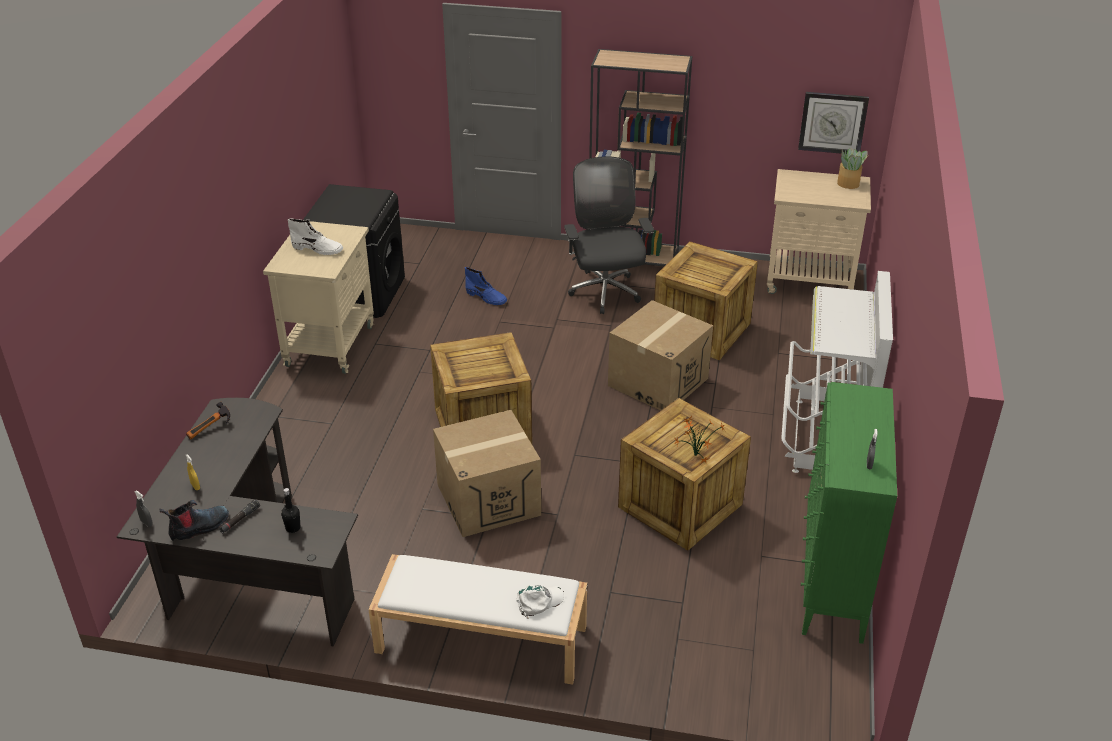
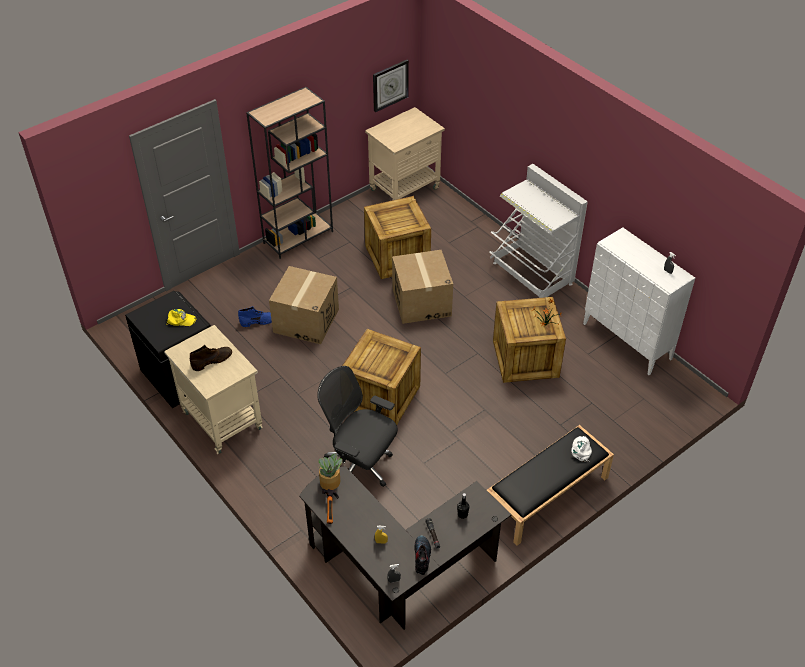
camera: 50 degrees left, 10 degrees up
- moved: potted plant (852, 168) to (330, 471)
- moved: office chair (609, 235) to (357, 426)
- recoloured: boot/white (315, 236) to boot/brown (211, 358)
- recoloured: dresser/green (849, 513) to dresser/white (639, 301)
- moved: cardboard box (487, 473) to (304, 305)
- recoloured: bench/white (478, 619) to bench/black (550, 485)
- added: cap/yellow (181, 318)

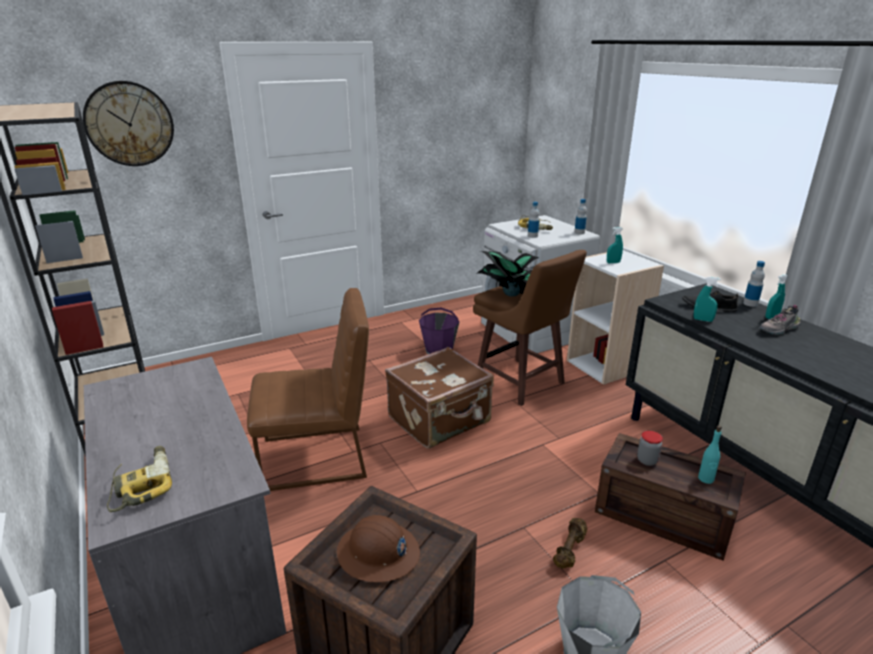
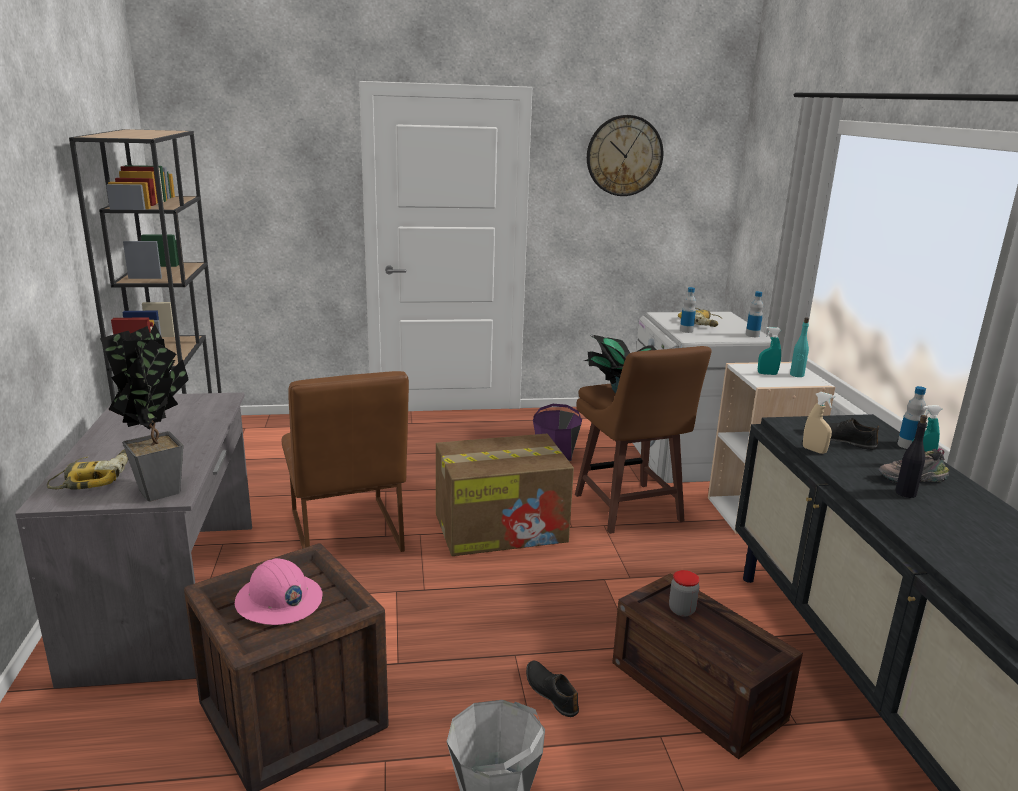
camera: 20 degrees right, 5 degrees down
- moved: wall clock (128, 123) to (625, 155)
- recoloured: spray bottle/turquoise (707, 299) to spray bottle/beige (819, 423)
- turned: chair/brown (308, 389) = (345, 461) 60 degrees clockwise
- replaced: suitcase/brown (439, 397) to cardboard box (505, 495)
- moved: bottle/turquoise (710, 454) to (799, 347)
- recoloured: hard hat/brown (378, 548) to hard hat/pink (279, 591)
- replaced: dumbbell/brown (570, 543) to shoe/black (552, 689)
- added: potted plant (144, 412)
- added: bottle/black (911, 456)

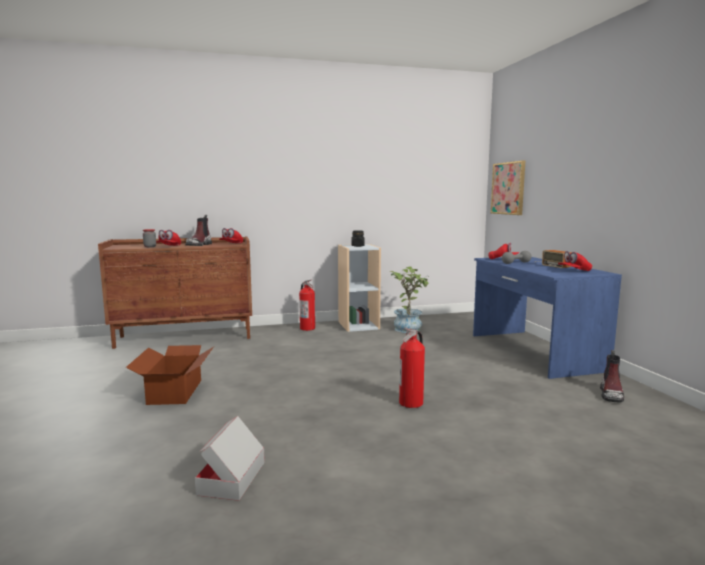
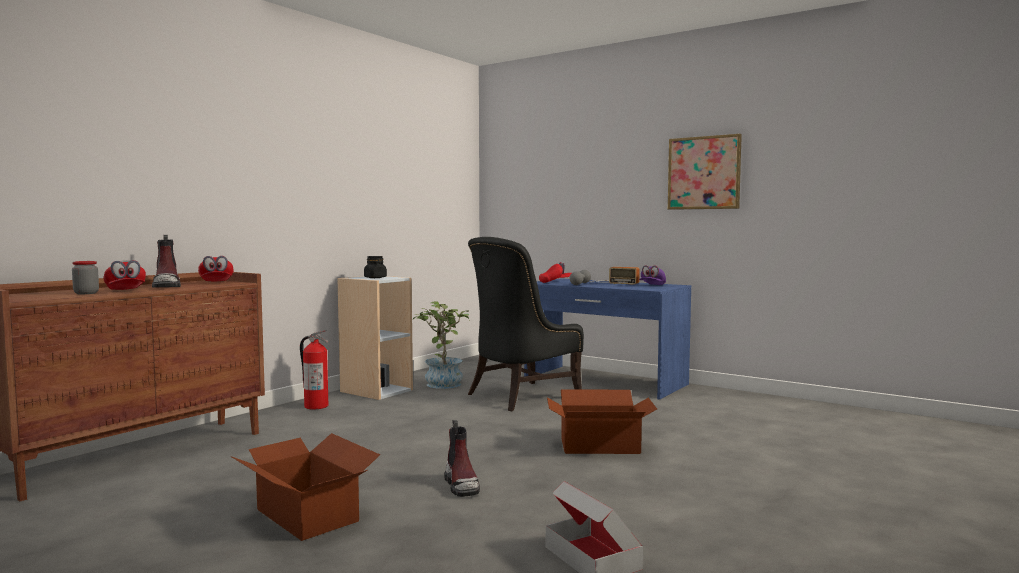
camera: 40 degrees left, 5 degrees down
- moved: picture (508, 187) to (705, 172)
- recoloured: cap/red (575, 261) to cap/purple (652, 275)
- replaced: fire extinguisher (412, 368) to cardboard box (602, 422)
- moved: boot (612, 376) to (462, 458)
- added: chair/black (526, 324)

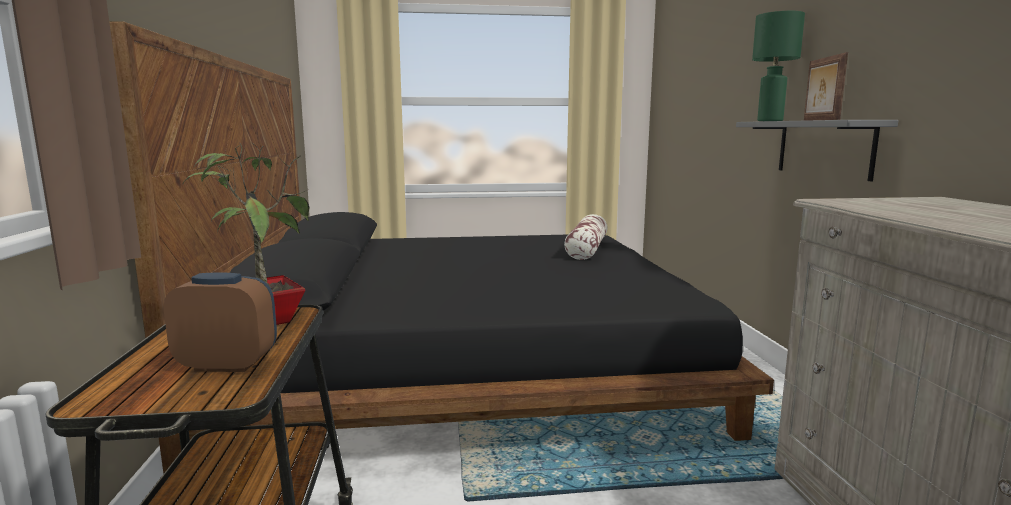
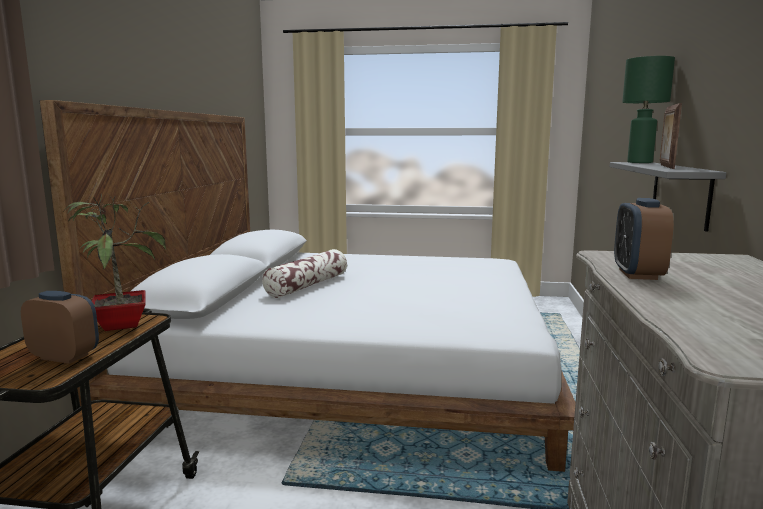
camera: 15 degrees right, 0 degrees up
- recoloured: bed/black (441, 247) to bed/white (308, 286)
- moved: pillow (586, 237) to (304, 273)
- added: alarm clock (644, 239)

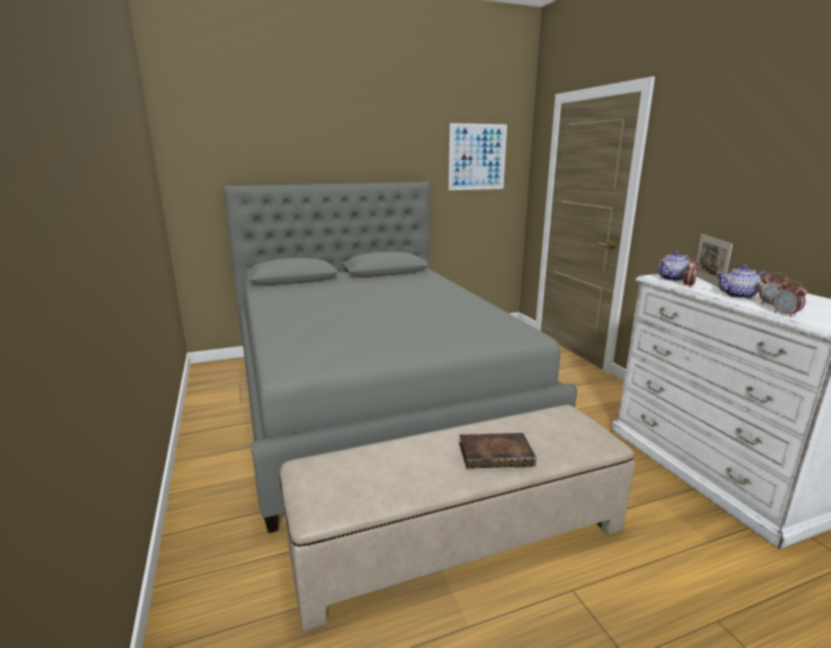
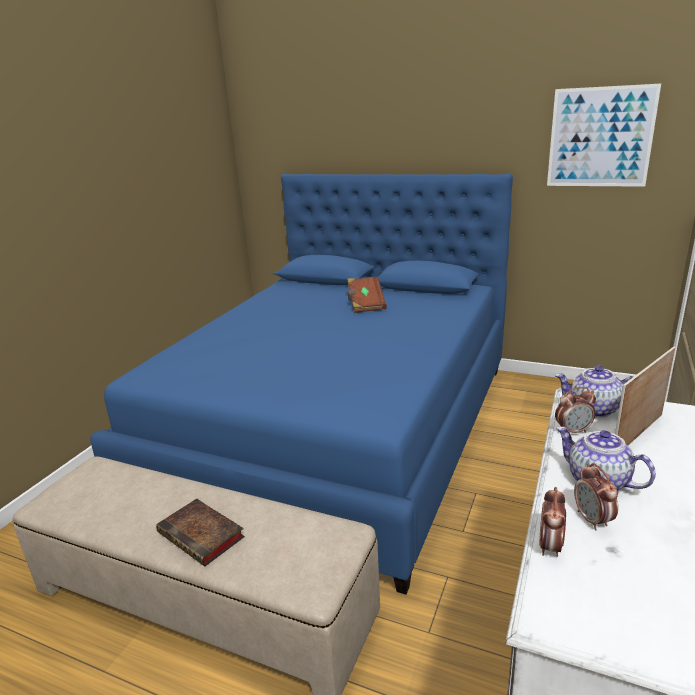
camera: 45 degrees right, 5 degrees up
- recoloured: bed/grey (400, 357) to bed/blue (301, 384)
- added: book/brown (367, 295)

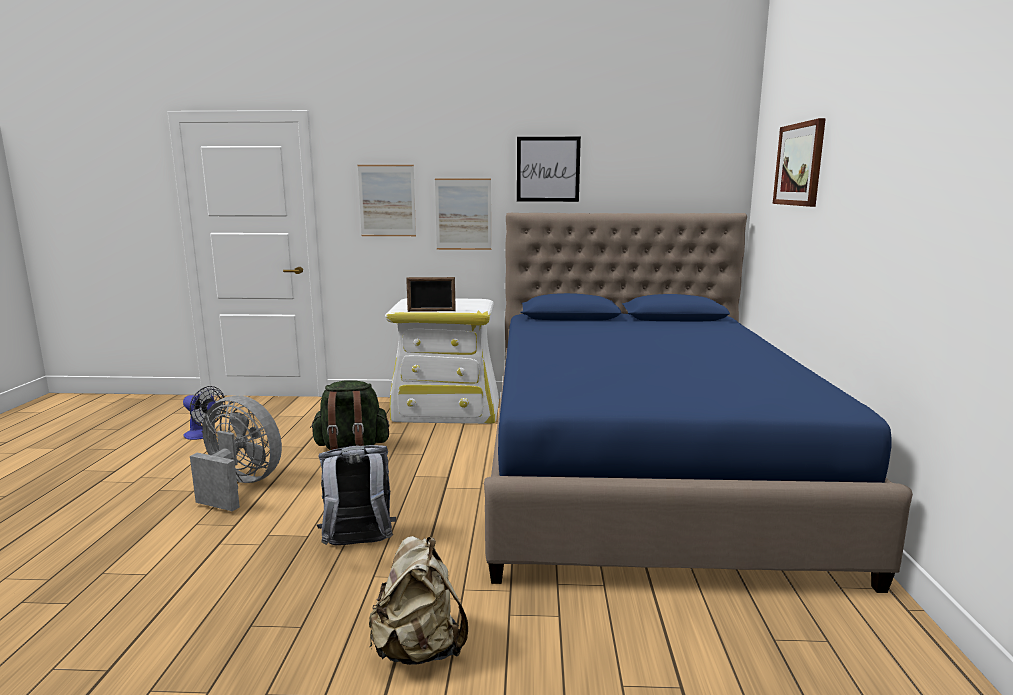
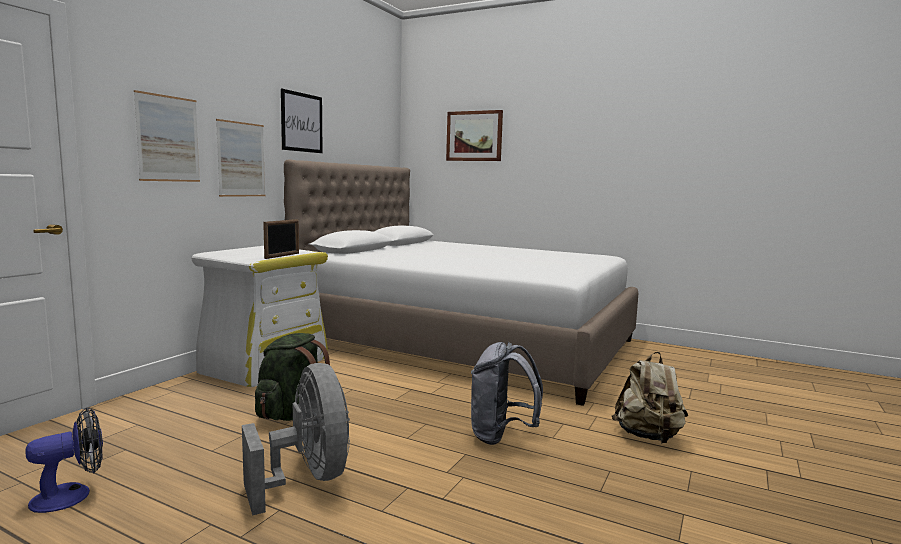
camera: 65 degrees left, 5 degrees down
- recoloured: bed/blue (698, 403) to bed/white (461, 283)
- turned: fan/grey (236, 454) = (296, 439) 105 degrees clockwise

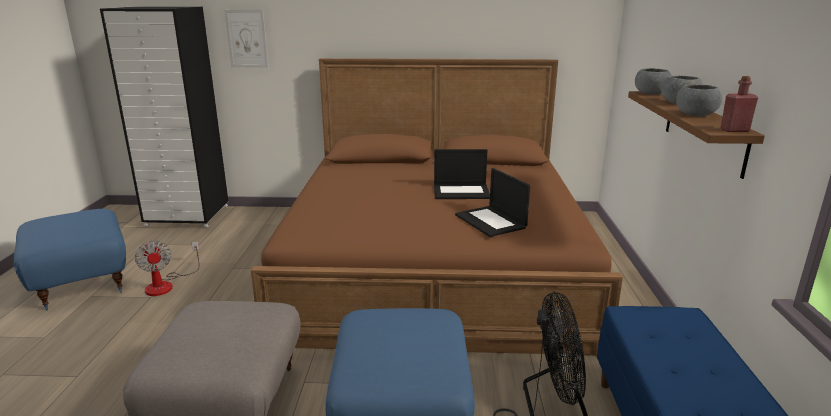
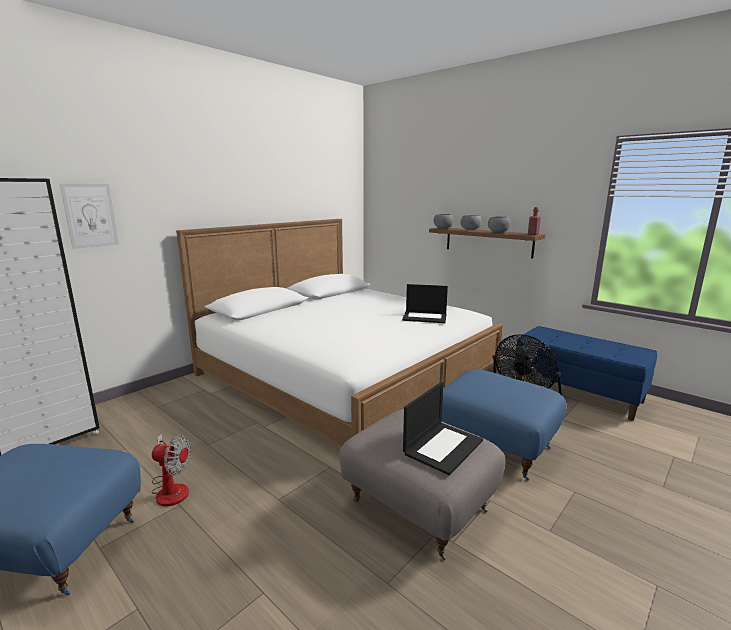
camera: 50 degrees left, 5 degrees down
- recoloured: bed/brown (437, 207) to bed/white (339, 333)
- moved: laptop (462, 174) to (443, 428)

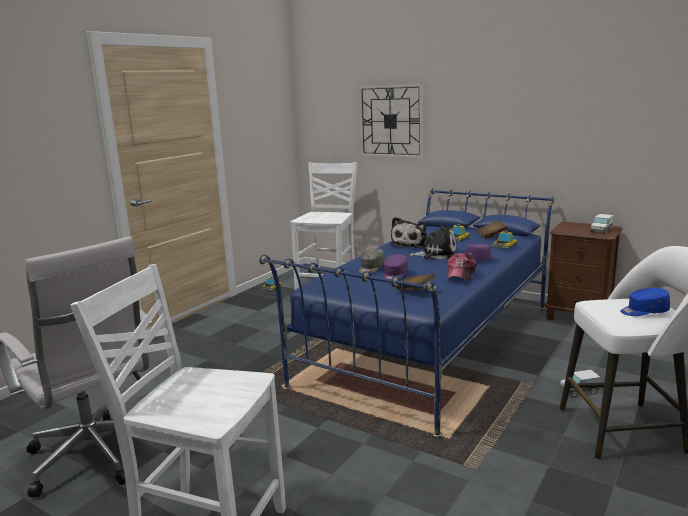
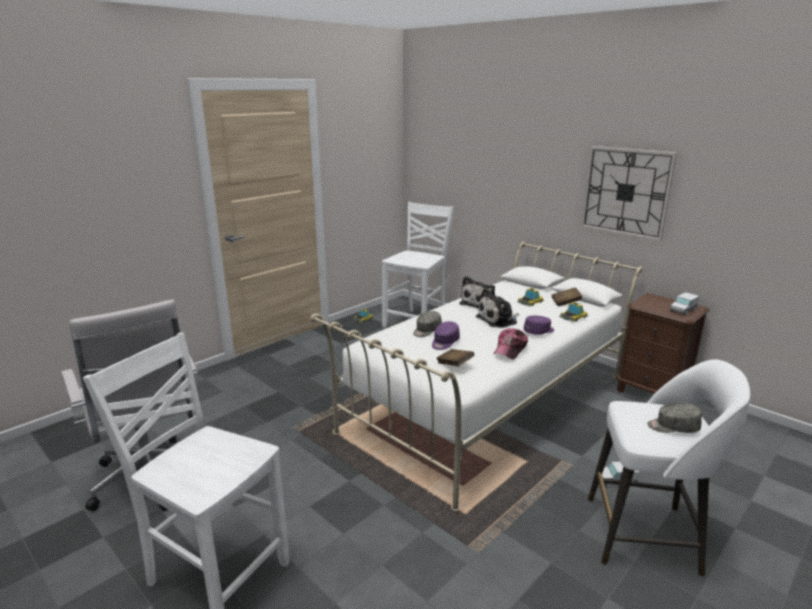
camera: 10 degrees right, 5 degrees up
- moved: wall clock (391, 121) to (629, 194)
- recoloured: bed/blue (407, 312) to bed/white (476, 376)
- turned: plush toy (432, 242) = (497, 308) 135 degrees clockwise
- recoloured: cap/blue (645, 302) to cap/grey (674, 418)

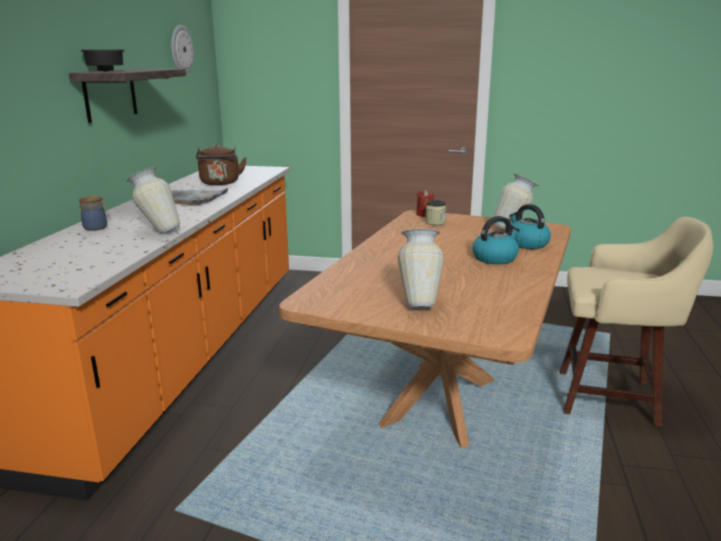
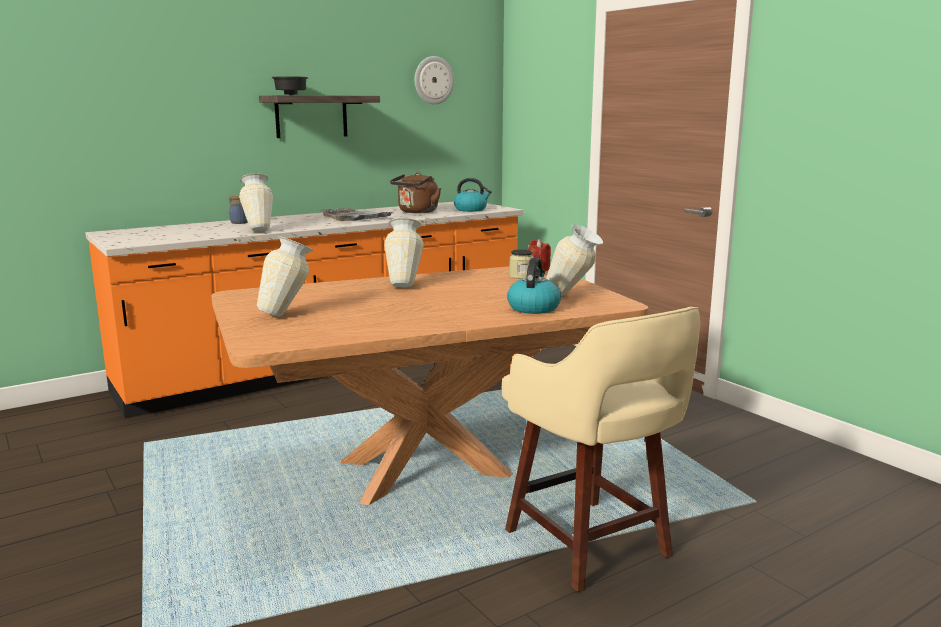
camera: 45 degrees right, 5 degrees down
- moved: kettle (496, 240) to (473, 195)
- added: vase (404, 253)

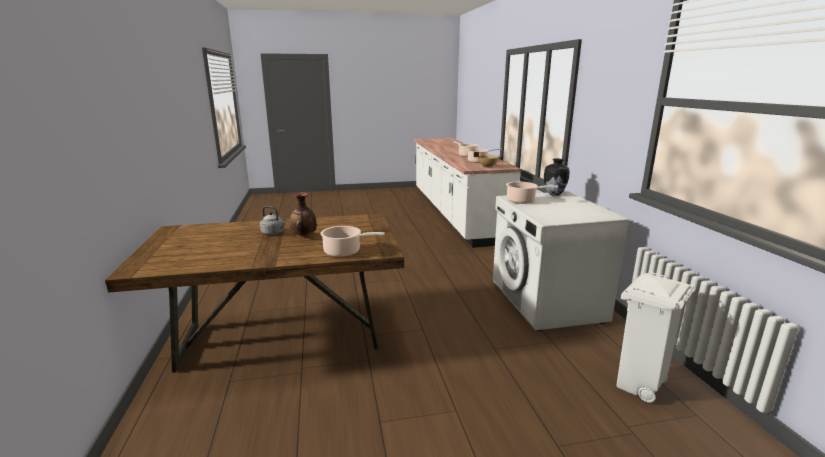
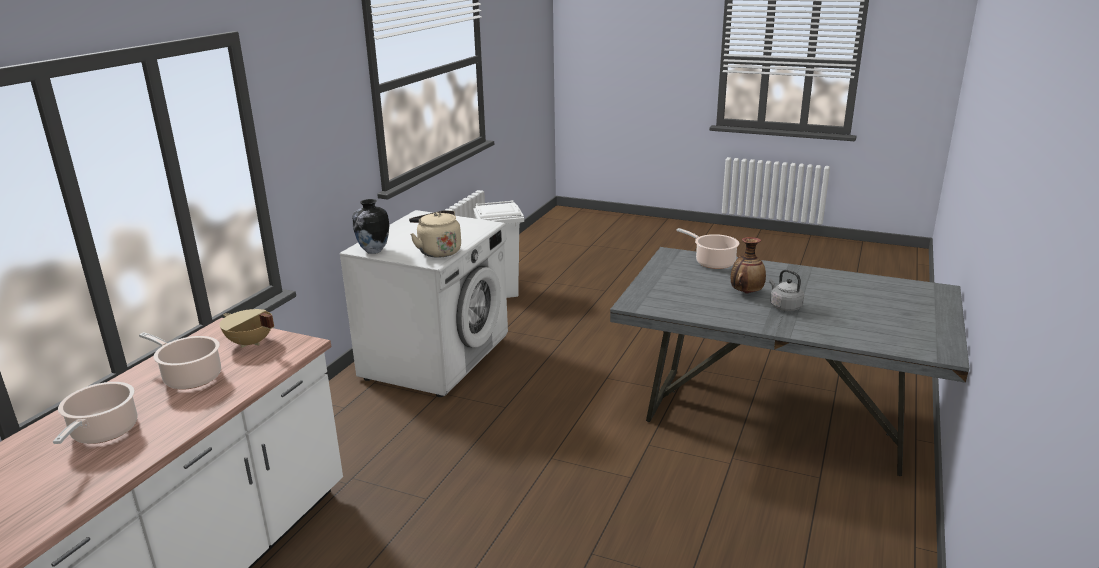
camera: 145 degrees left, 5 degrees up
- replaced: cooking pot (532, 193) to kettle/beige (435, 234)
- recoloured: dining table/brown (254, 293) to dining table/grey (789, 361)

